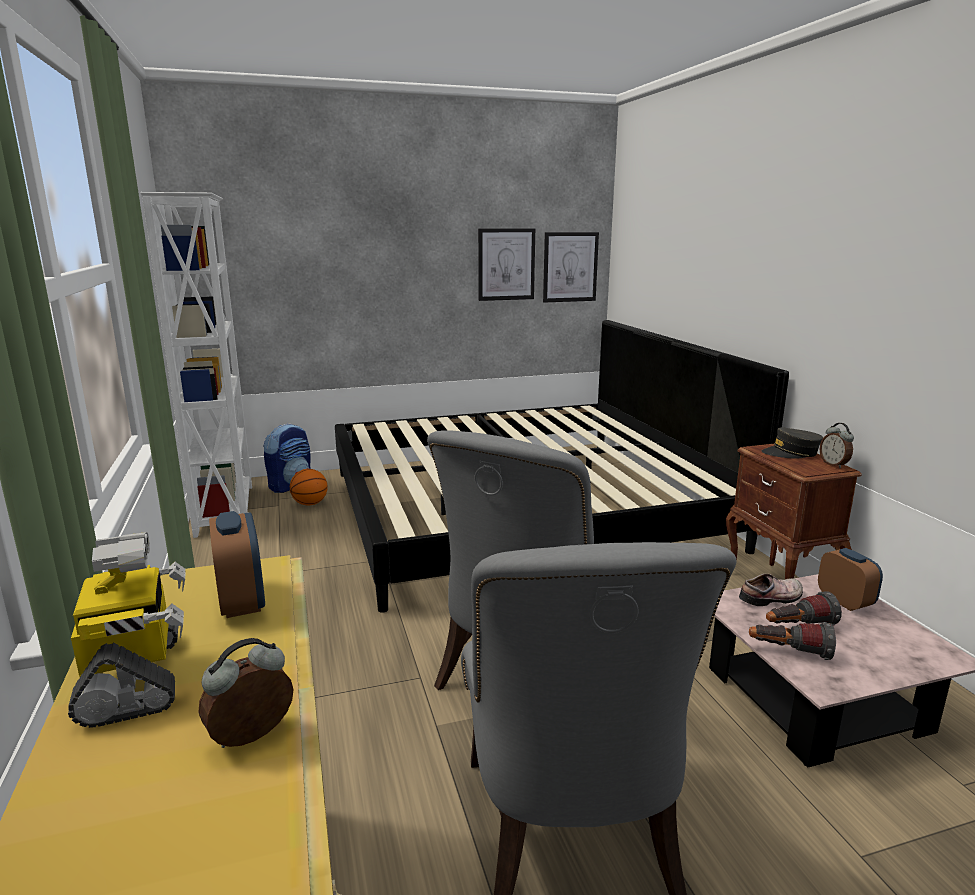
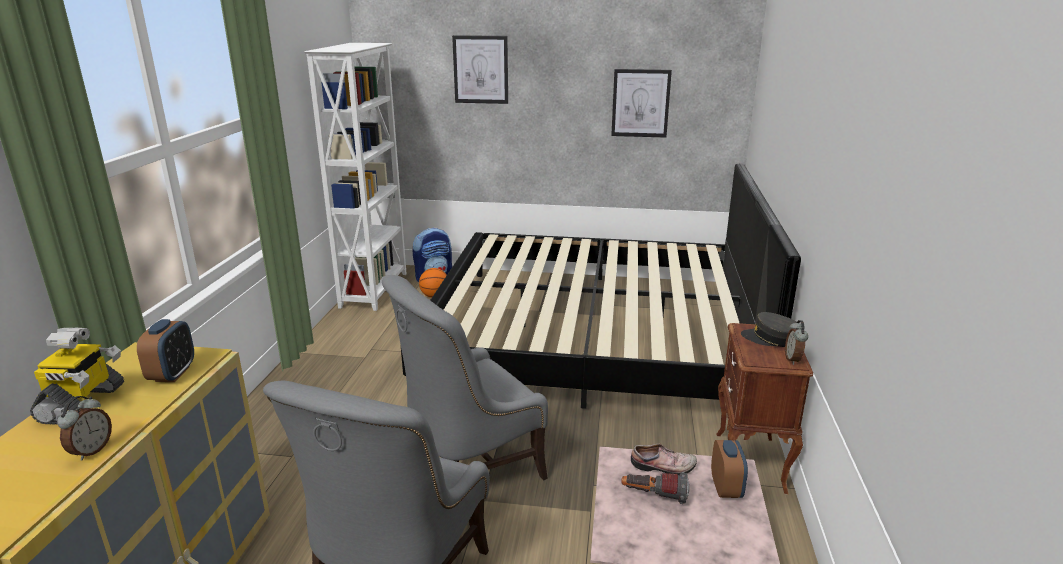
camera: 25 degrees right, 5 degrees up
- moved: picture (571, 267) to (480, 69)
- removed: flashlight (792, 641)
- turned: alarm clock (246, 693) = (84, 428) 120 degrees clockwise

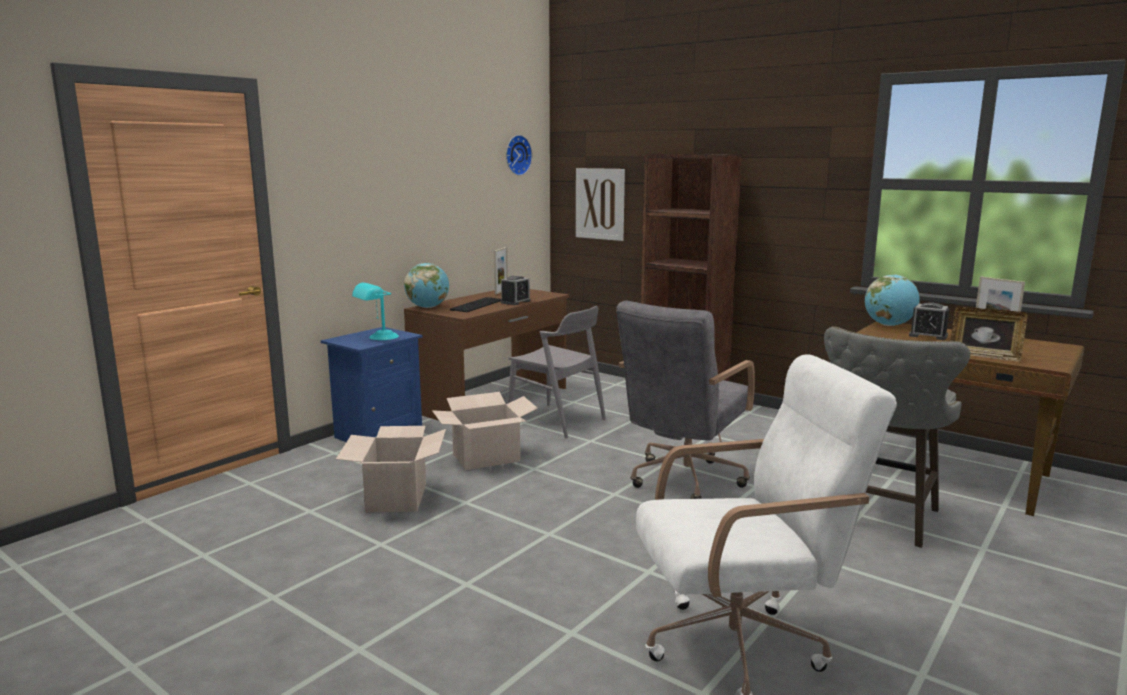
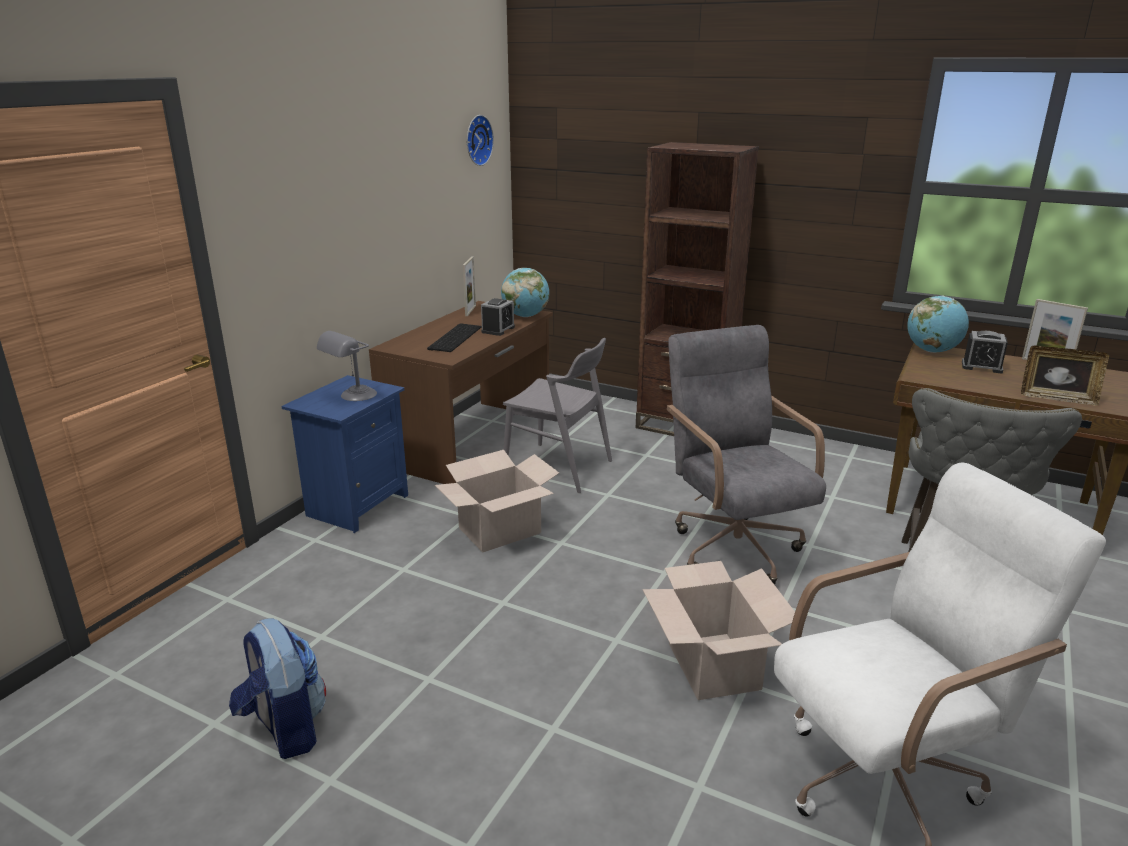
camera: 10 degrees left, 10 degrees up
- removed: picture (600, 204)
- moved: globe (426, 285) to (525, 292)
- recoloured: table lamp/turquoise (375, 311) to table lamp/grey (347, 366)
- turned: office chair/grey (685, 400) = (746, 455) 135 degrees clockwise
- moved: cardboard box (391, 469) to (719, 630)
- added: backpack (277, 688)

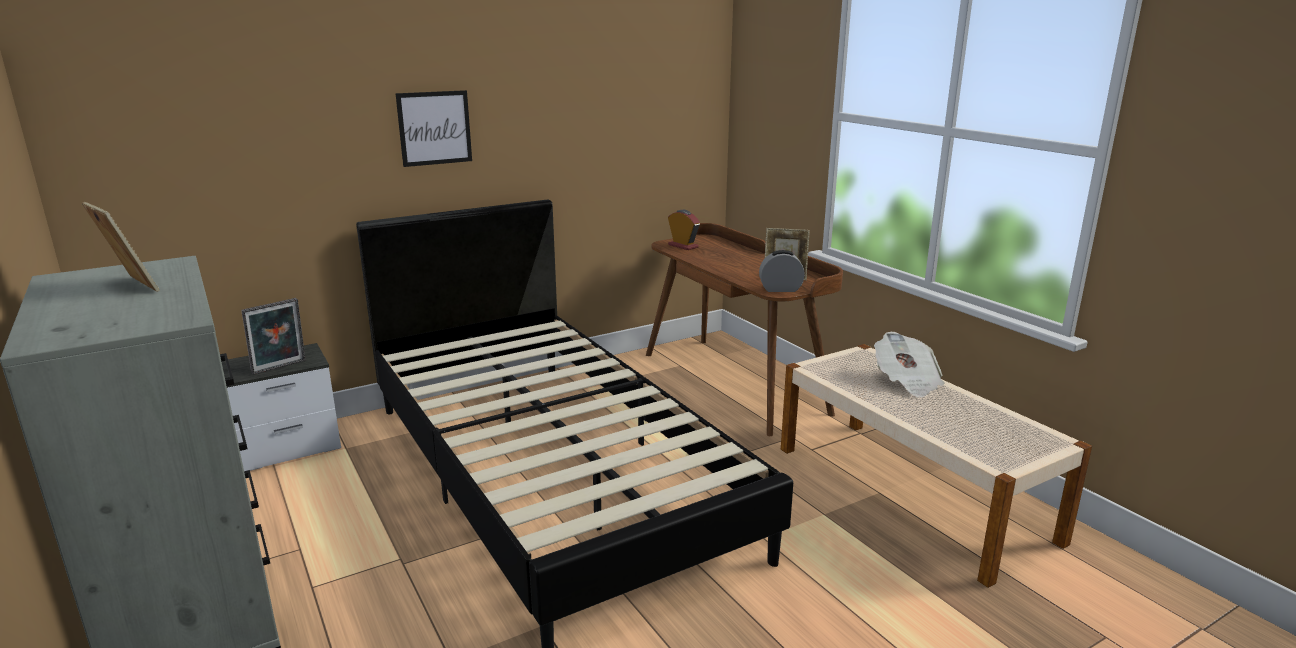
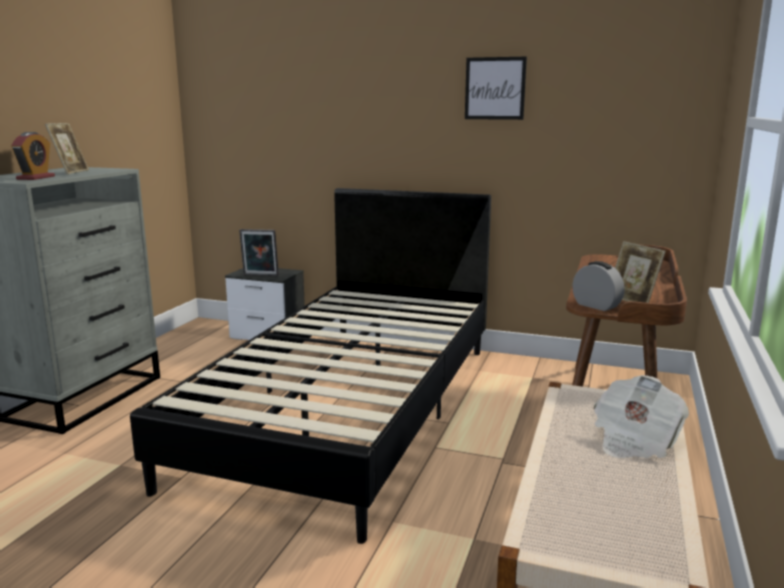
camera: 50 degrees right, 5 degrees down
- moved: picture (433, 128) to (496, 88)
- moved: alarm clock (684, 230) to (33, 156)

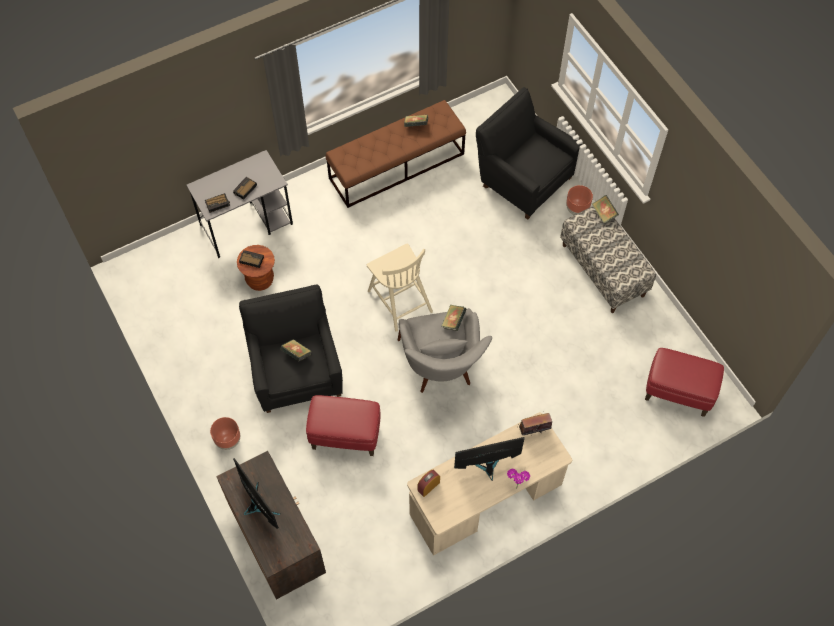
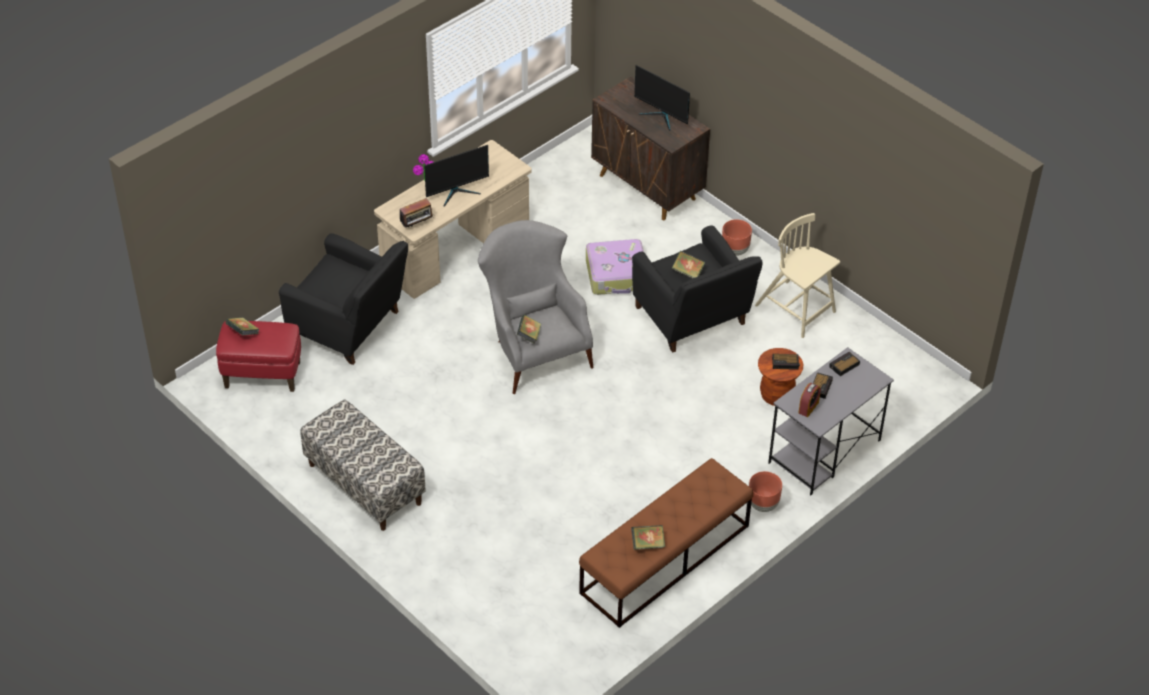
camera: 165 degrees right, 15 degrees down
- moved: armchair/black (529, 153) to (343, 299)
- moved: planter/brown (579, 200) to (765, 491)
- moved: book (605, 209) to (242, 326)
- moved: chair/beige (400, 287) to (797, 275)
- replaced: ottoman/red (343, 425) to suitcase (615, 267)
- moved: alarm clock (429, 483) to (810, 400)

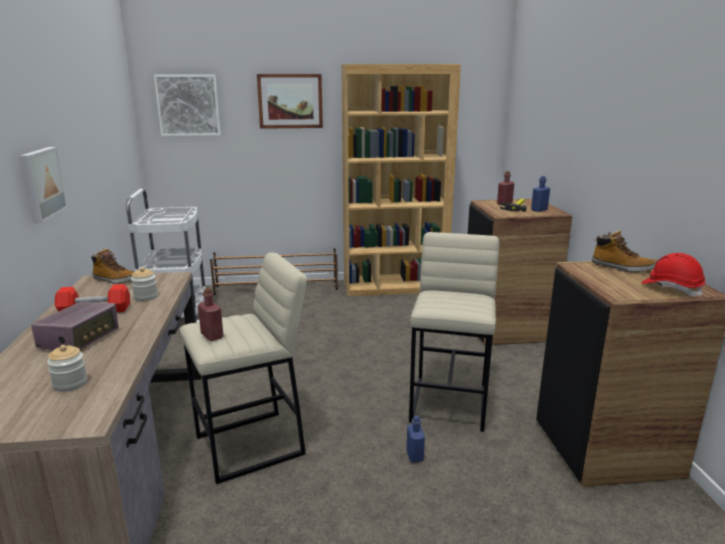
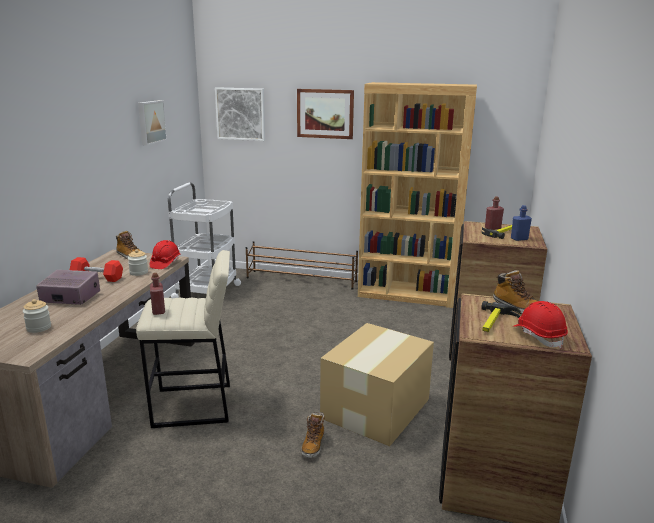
camera: 20 degrees right, 0 degrees up
- moved: picture (43, 185) to (152, 122)
- replaced: stool/beige (454, 332) to cardboard box (377, 384)
- turned: radio (74, 326) = (68, 287) 120 degrees counterclockwise
- replaced: bottle/blue (416, 439) to boot (313, 435)
- added: hard hat/red (165, 254)
- added: hammer (501, 316)

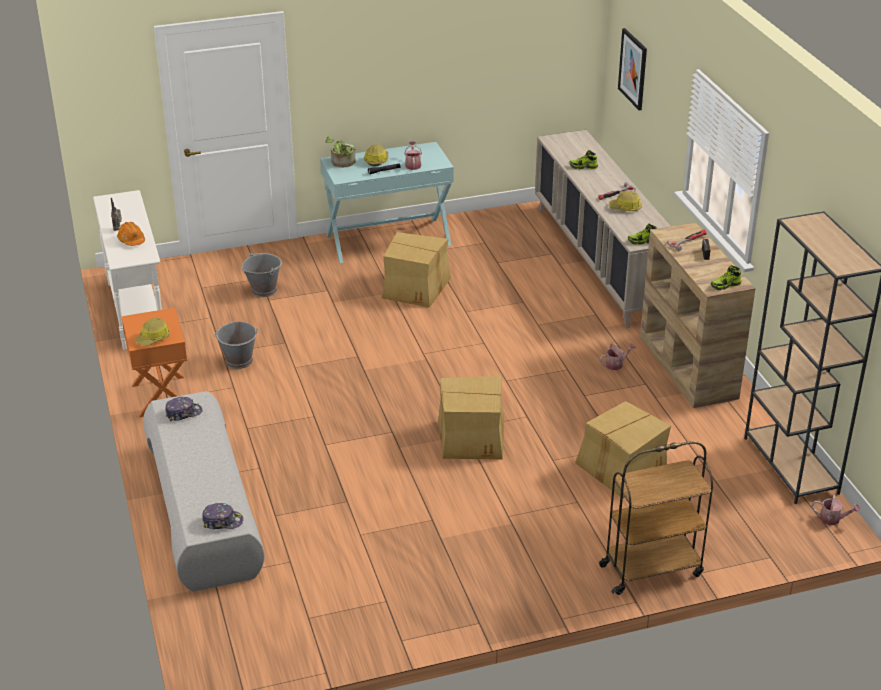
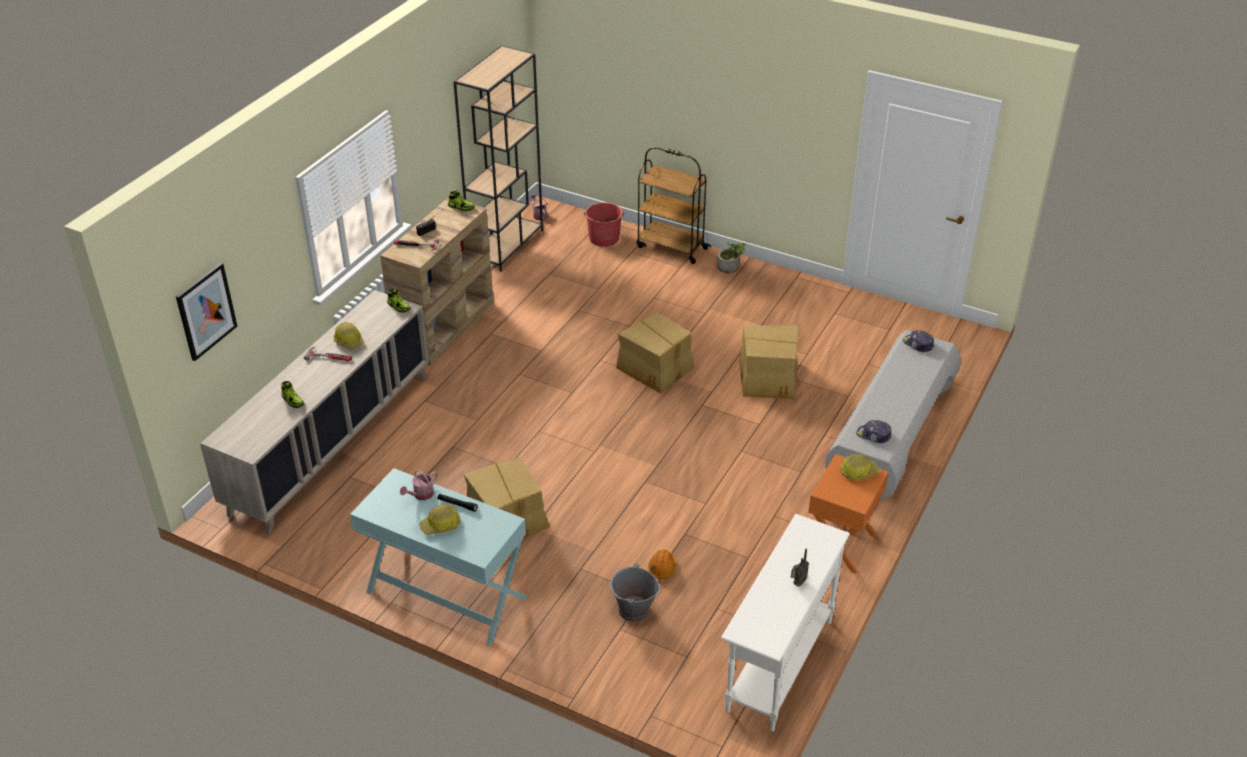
camera: 135 degrees left, 5 degrees up
- moved: potted plant (341, 152) to (731, 257)
- moved: hard hat/orange (131, 234) to (662, 564)
- removed: bucket/grey (236, 345)
- removed: watering can (618, 356)
- moved: cardboard box (623, 449) to (768, 362)
- added: bucket/red (604, 224)

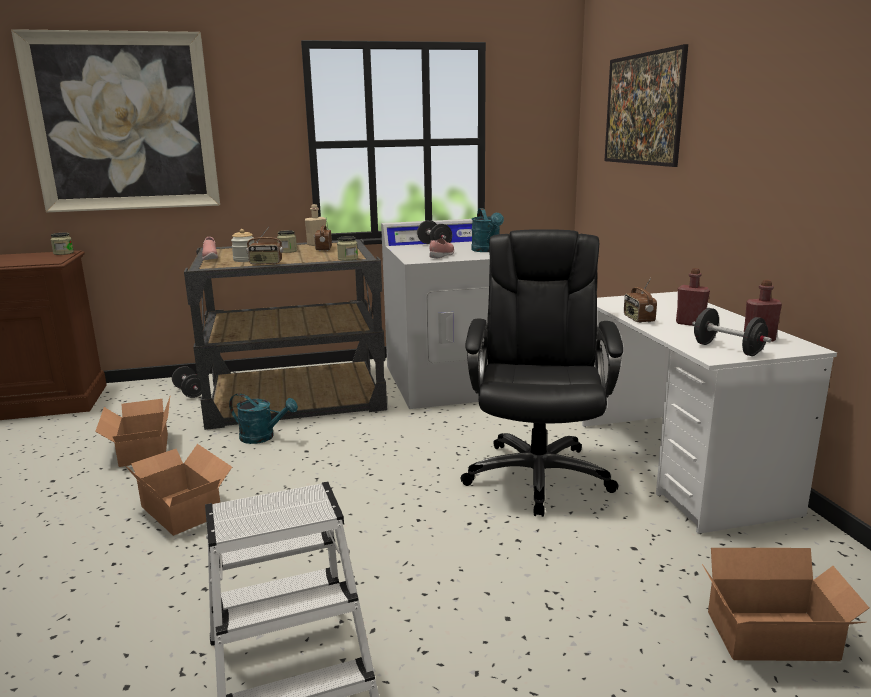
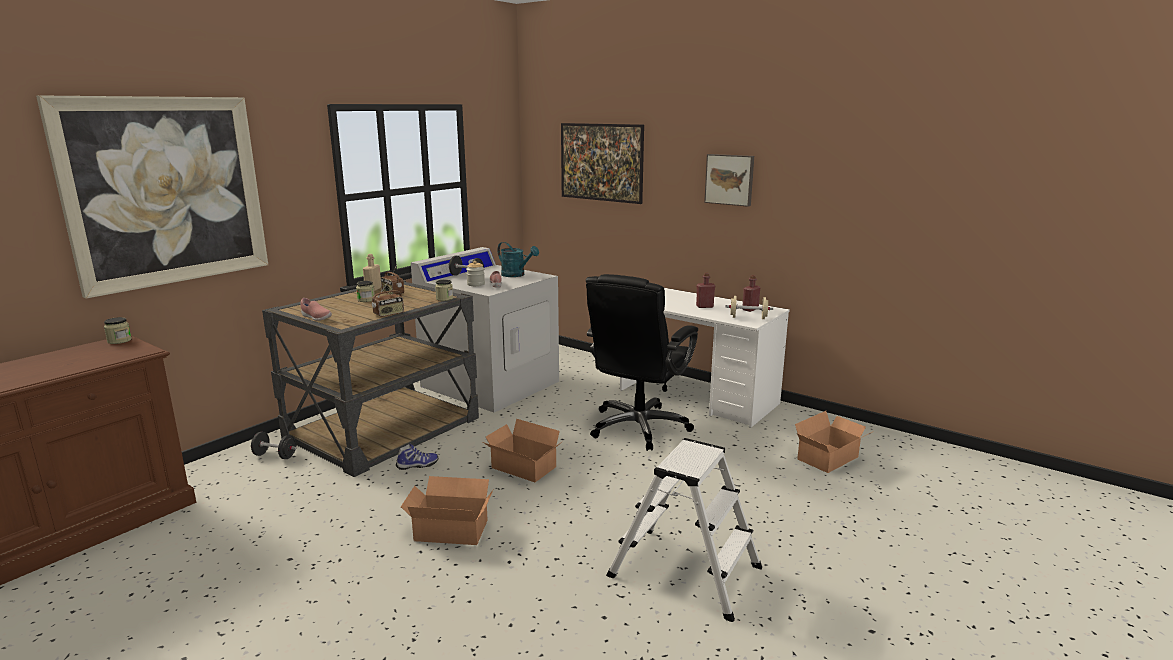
camera: 40 degrees left, 0 degrees up
- moved: jar (242, 245) to (475, 273)
- turned: office chair/black (541, 373) = (642, 362) 120 degrees counterclockwise
- removed: radio (640, 300)
- recoloured: dumbbell/black (732, 332) to dumbbell/beige (749, 307)
- replaced: watering can/turquoise (263, 418) to shoe (417, 457)
- moved: cardboard box (132, 432) to (523, 450)
- added: picture (729, 180)

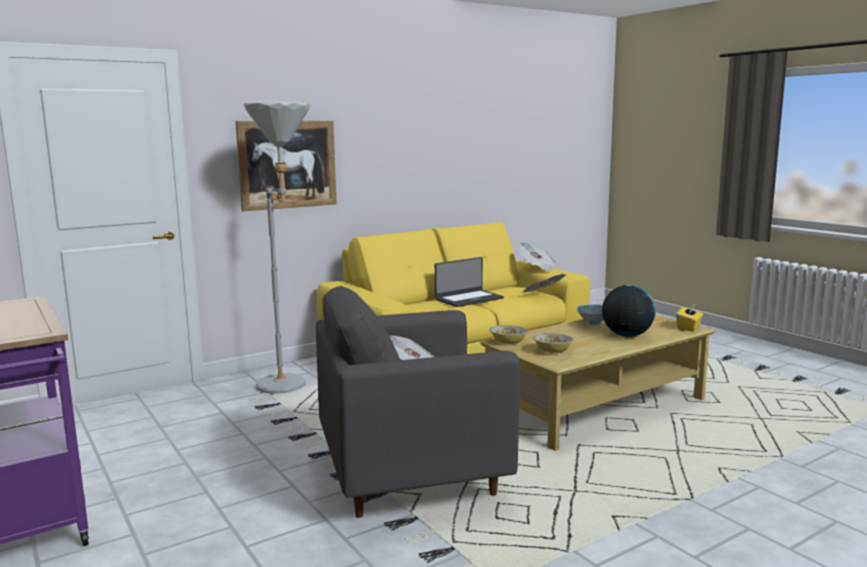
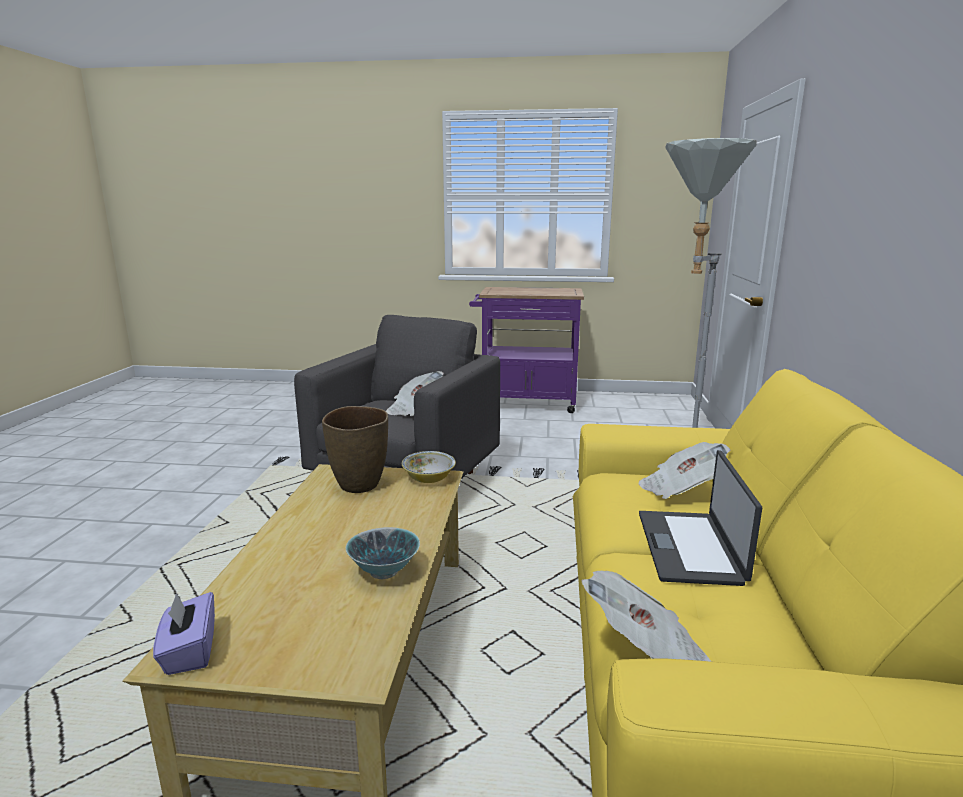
camera: 130 degrees right, 5 degrees up
- removed: picture (286, 165)
- moved: newspaper (537, 257) to (684, 470)
- removed: globe (629, 311)
- recoloured: tissue box/yellow (689, 317) to tissue box/purple (184, 633)
- replaced: bowl (553, 343) to vase/brown (355, 449)

